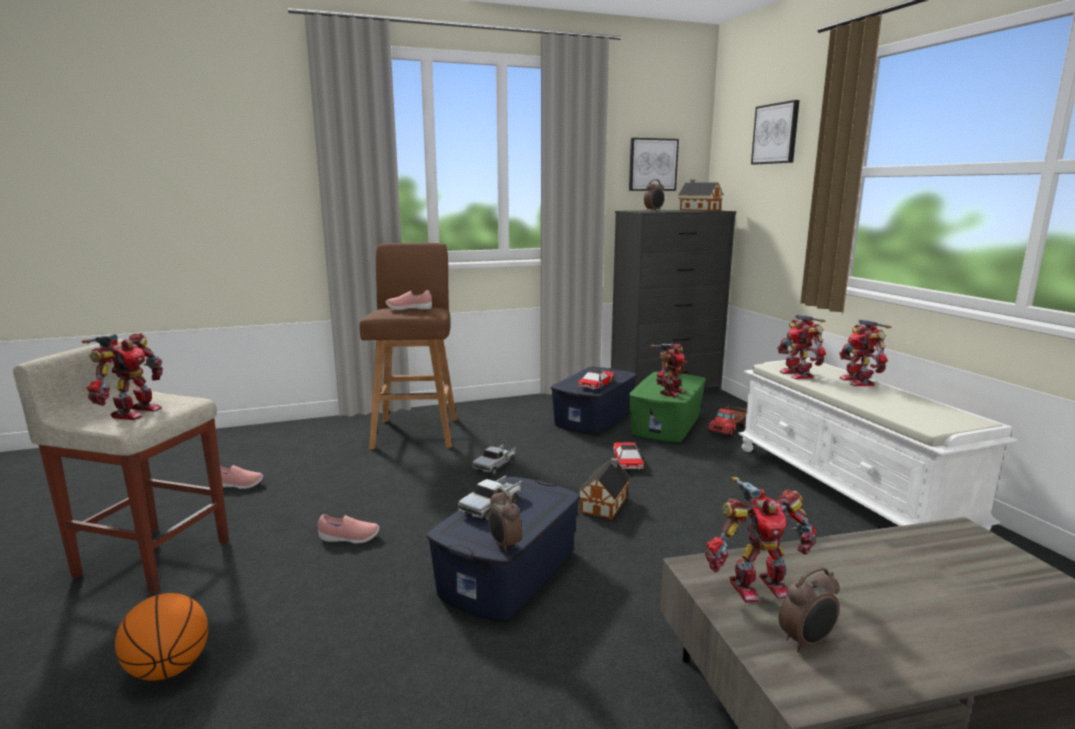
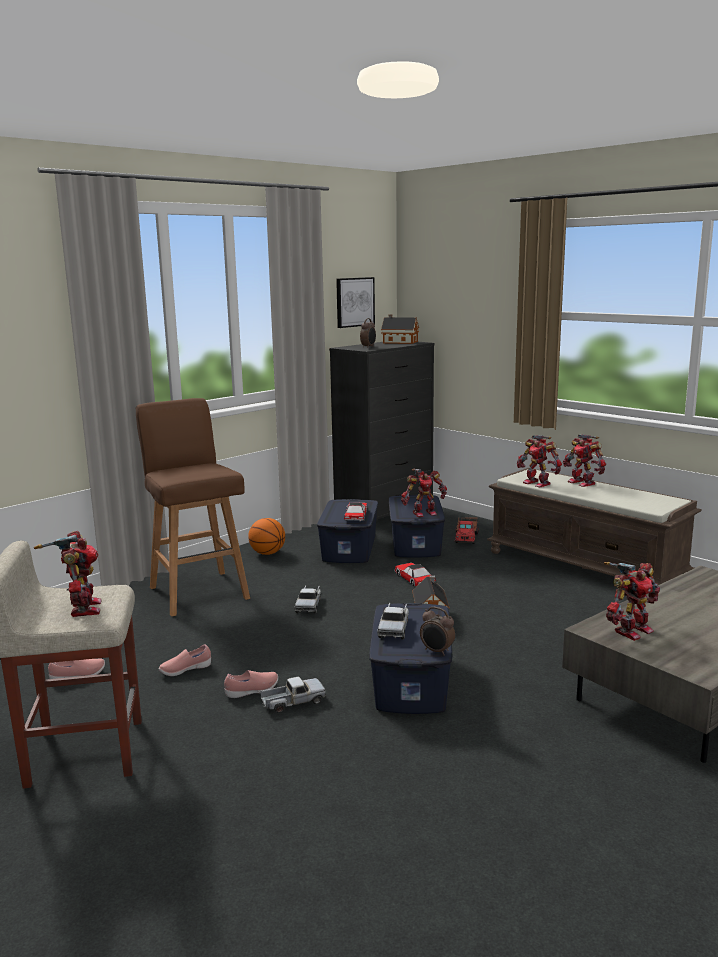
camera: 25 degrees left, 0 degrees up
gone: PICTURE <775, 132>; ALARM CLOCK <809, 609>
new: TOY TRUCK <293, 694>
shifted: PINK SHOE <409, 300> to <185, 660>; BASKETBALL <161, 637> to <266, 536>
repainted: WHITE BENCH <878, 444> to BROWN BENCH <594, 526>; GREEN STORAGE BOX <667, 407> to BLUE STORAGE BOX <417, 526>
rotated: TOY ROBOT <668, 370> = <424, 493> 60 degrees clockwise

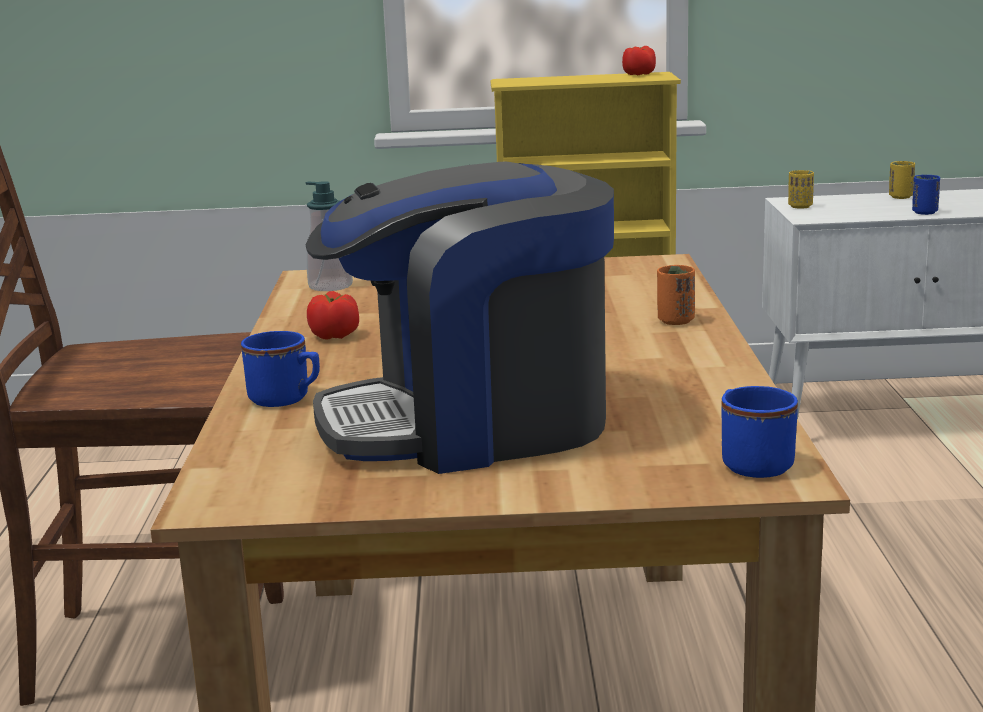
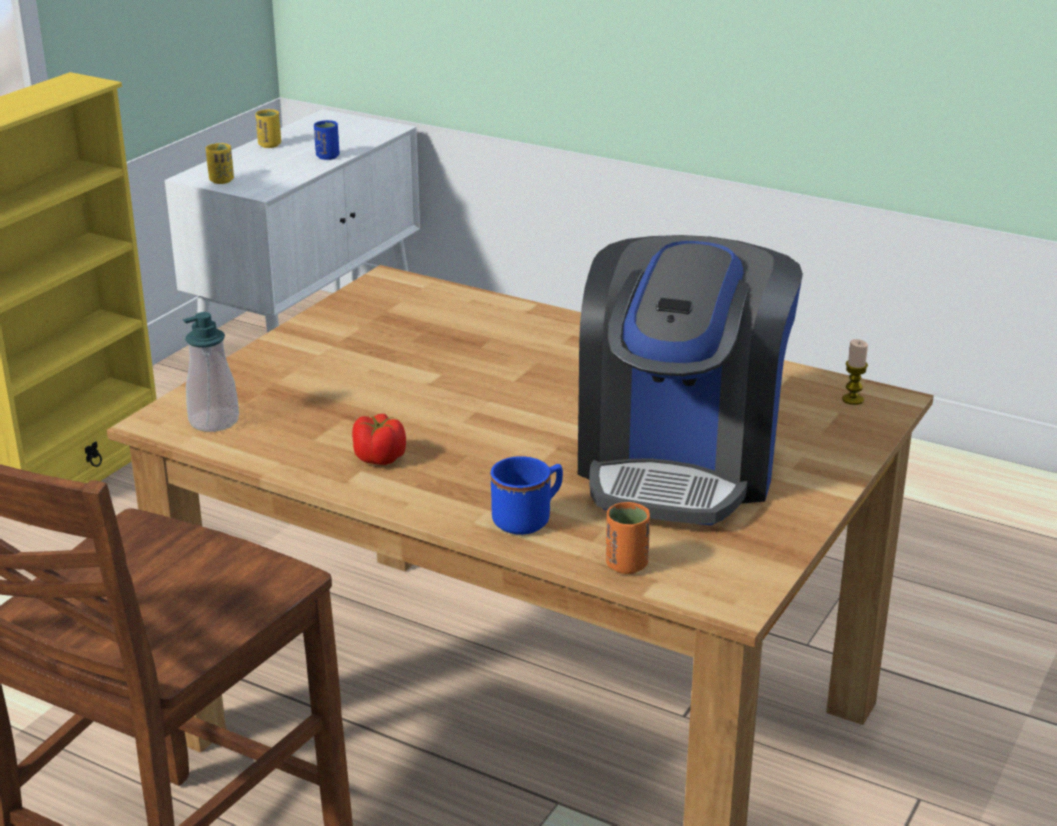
camera: 60 degrees left, 10 degrees up
gone: TOMATO <639, 60>
shifted: ORANGE CUP <676, 295> to <628, 538>
swapped: BLUE MUG <759, 432> to CANDLE <855, 372>

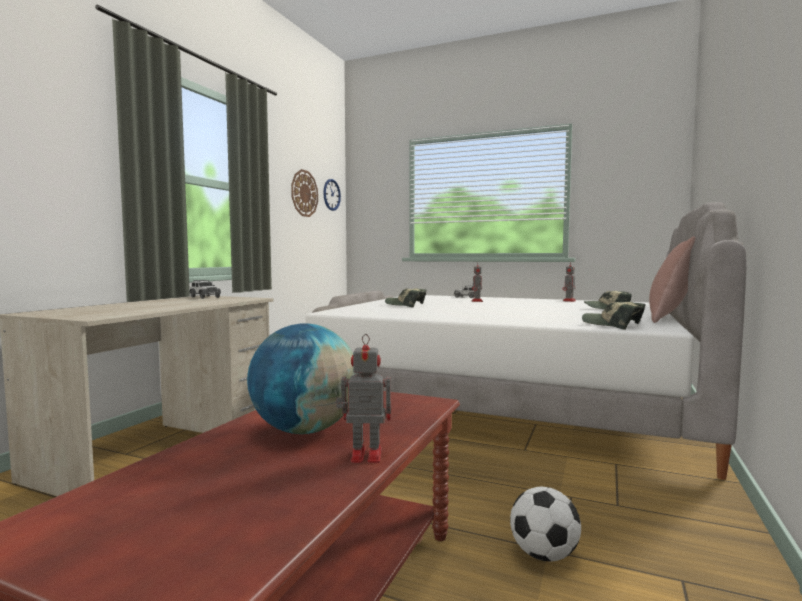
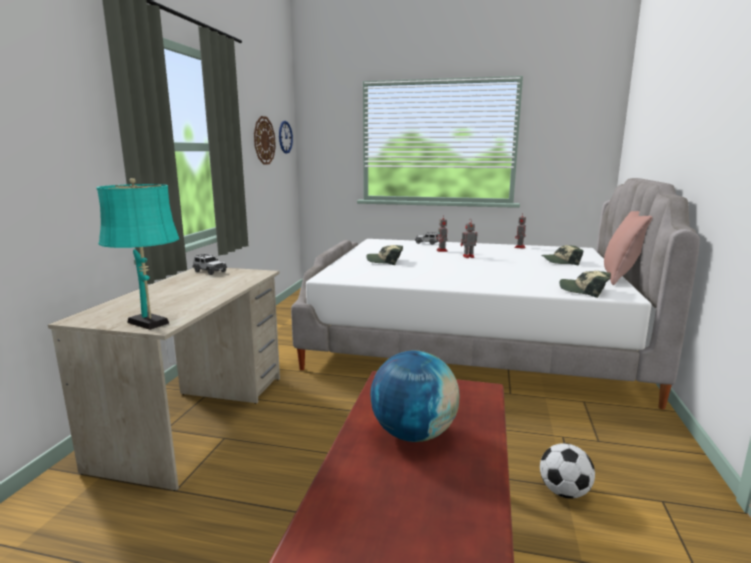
camera: 10 degrees left, 10 degrees up
new: TURQUOISE TABLE LAMP <138, 254>
shifted: TOY ROBOT <363, 398> to <469, 239>

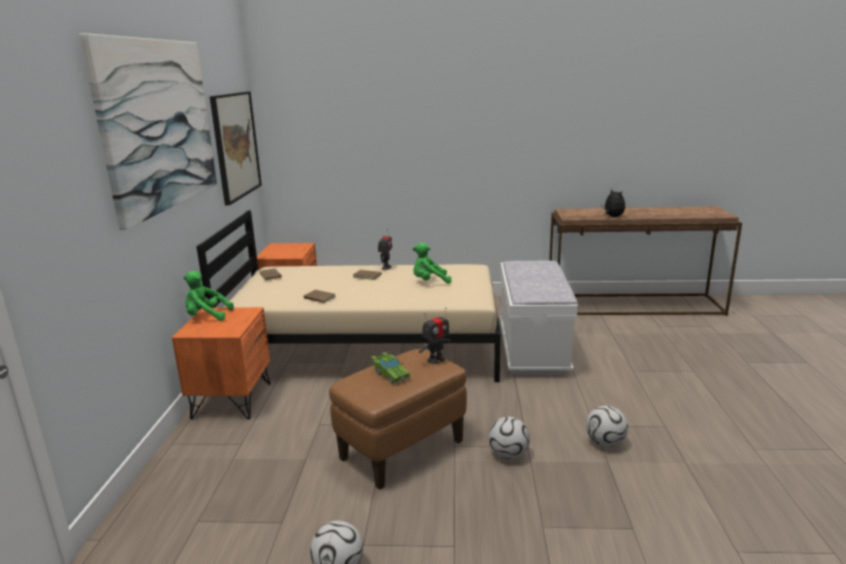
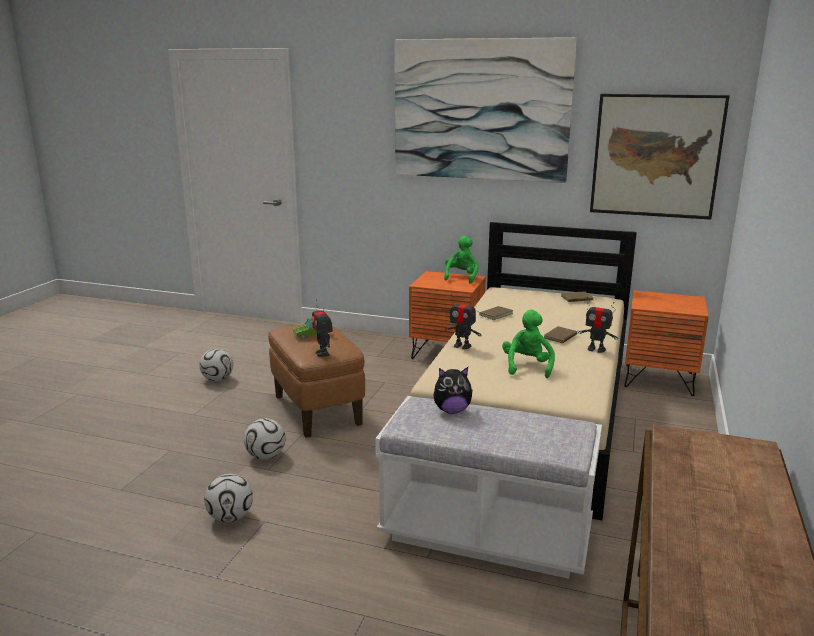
camera: 105 degrees right, 0 degrees up
new: TOY ROBOT <463, 321>
shifted: PLUSH TOY <613, 203> to <453, 390>

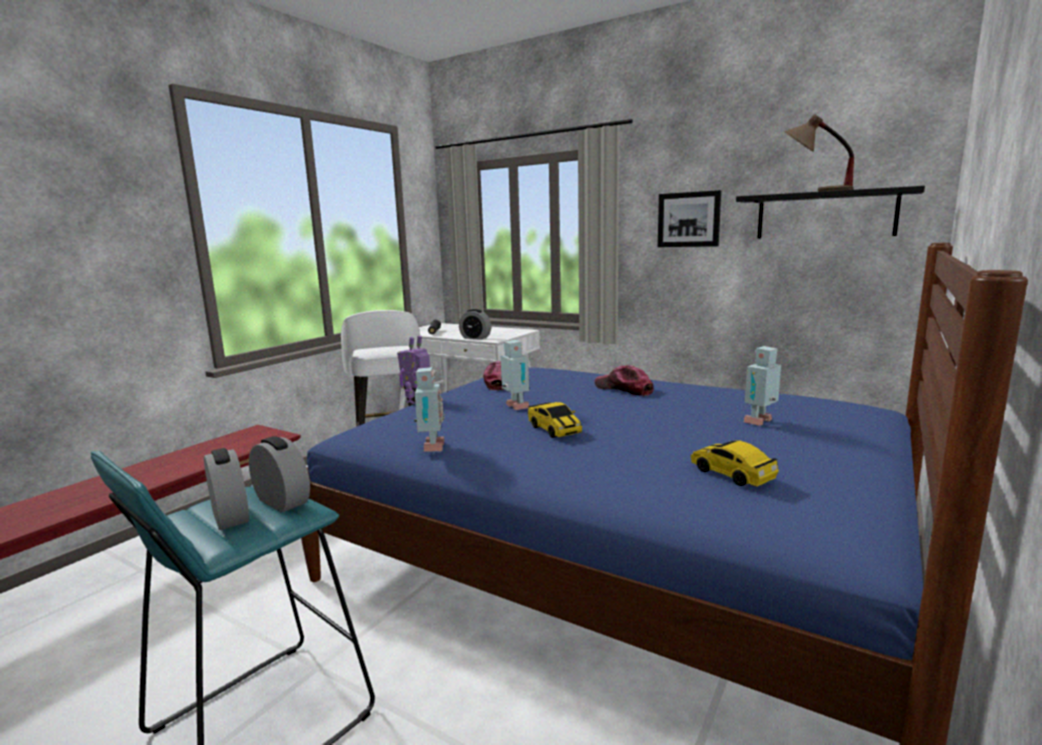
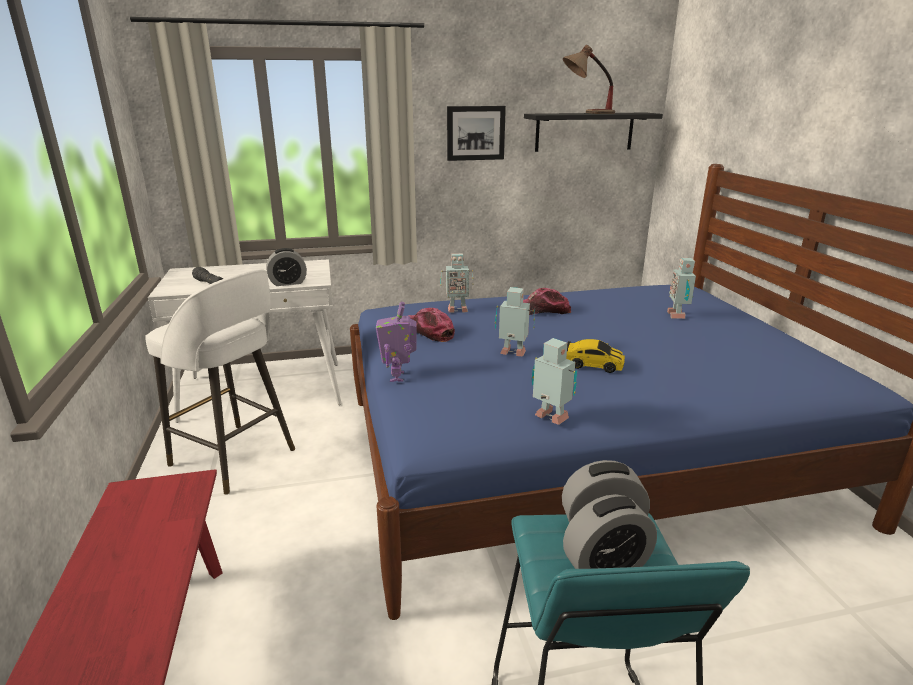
camera: 45 degrees left, 10 degrees up
gone: TOY CAR <735, 463>
new: TOY ROBOT <457, 283>
rotated: ALARM CLOCK <226, 489> = <610, 531> 150 degrees clockwise

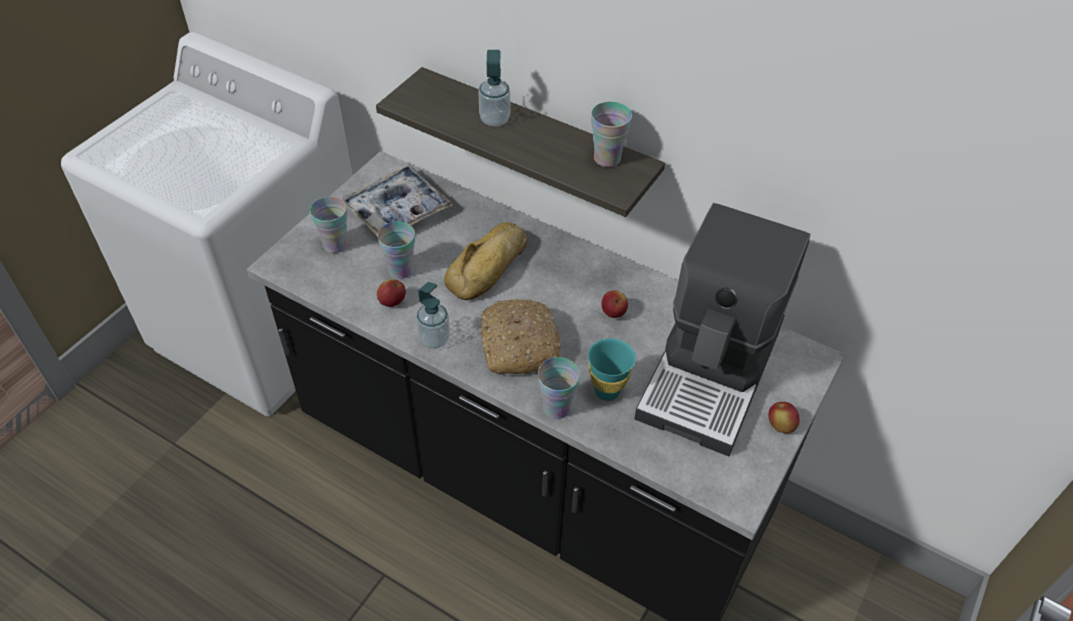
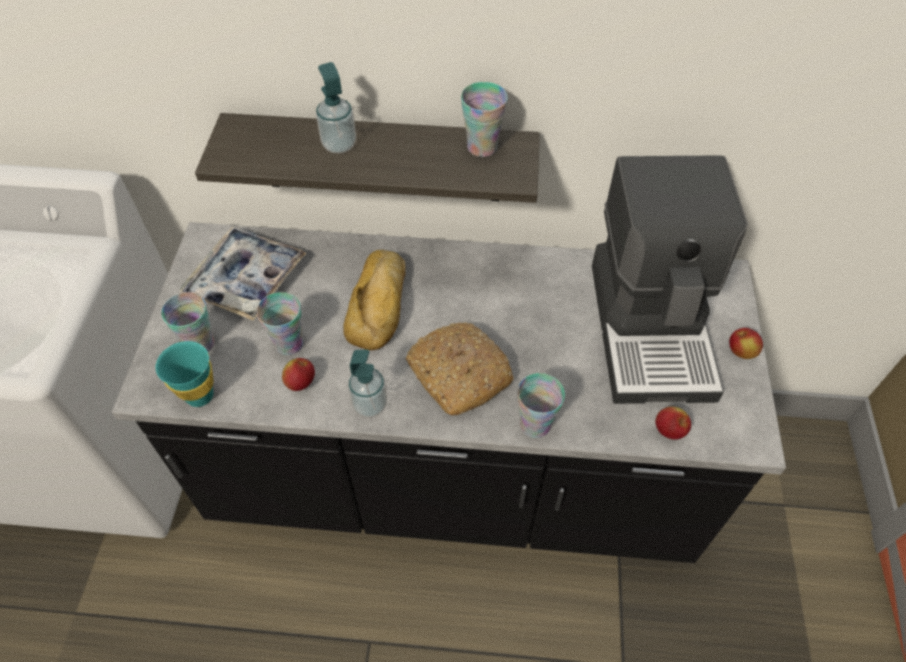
camera: 25 degrees left, 5 degrees up
shifted: APPLE <614, 304> to <673, 423>; TURQUOISE CUP <612, 369> to <185, 374>

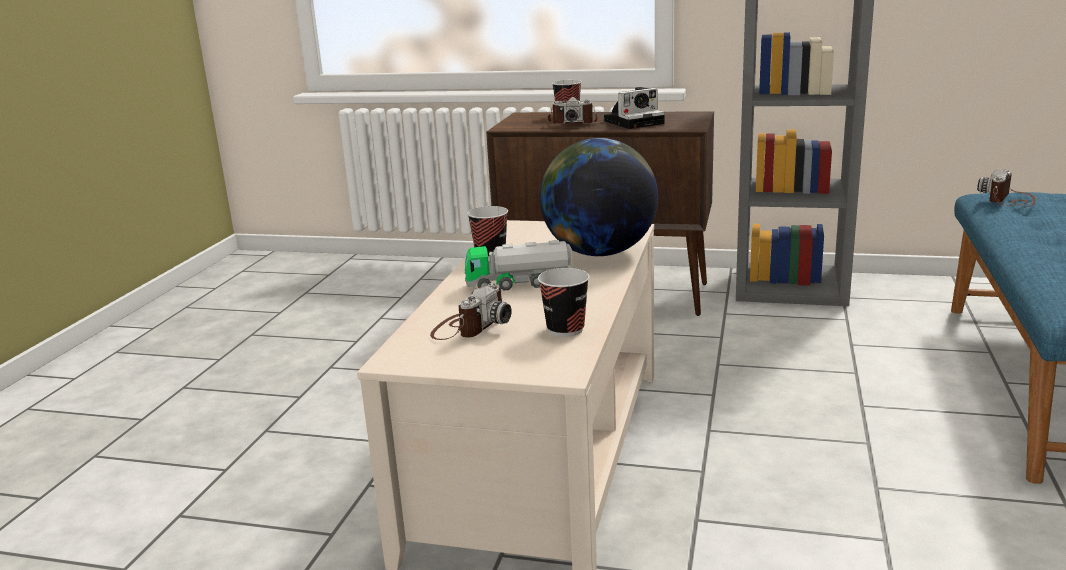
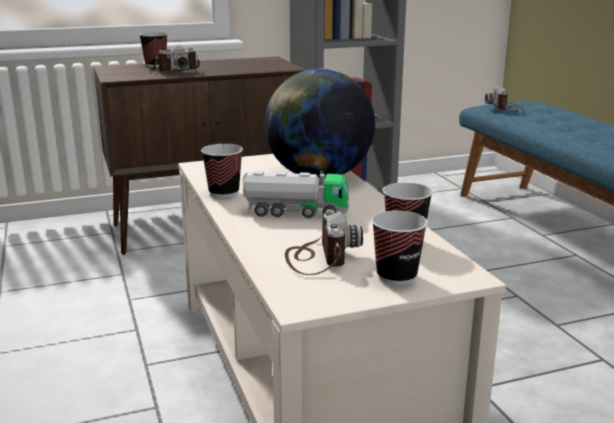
camera: 35 degrees left, 0 degrees up
gone: PHOTO CAMERA <634, 108>
new: CUP <400, 247>
rotated: TOY TRUCK <519, 265> = <296, 194> 135 degrees counterclockwise

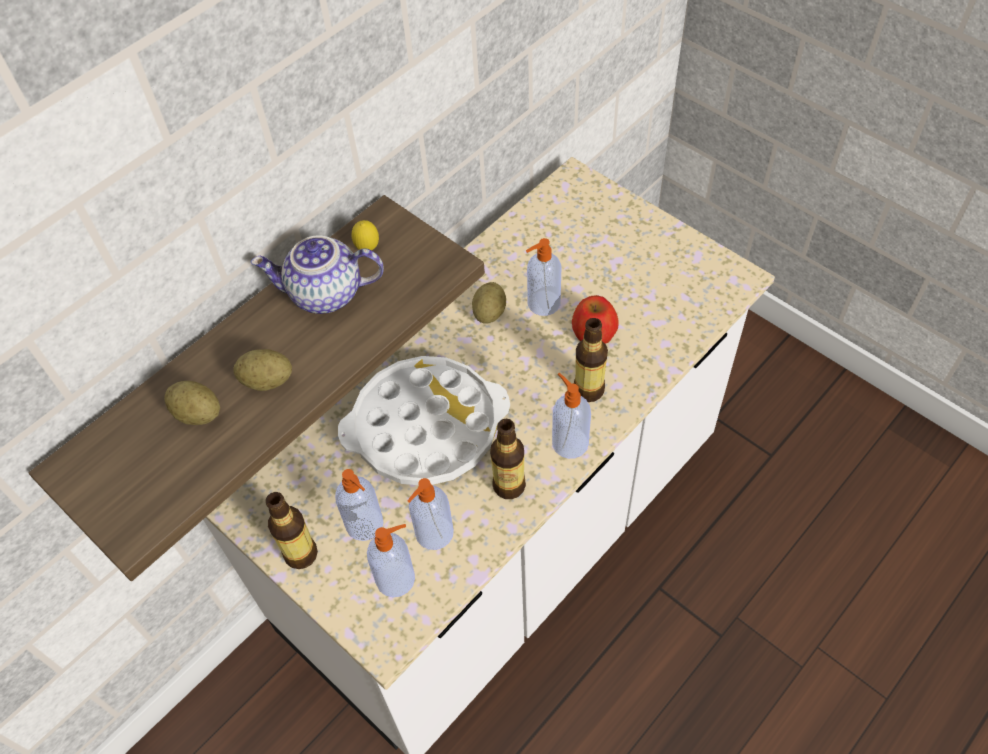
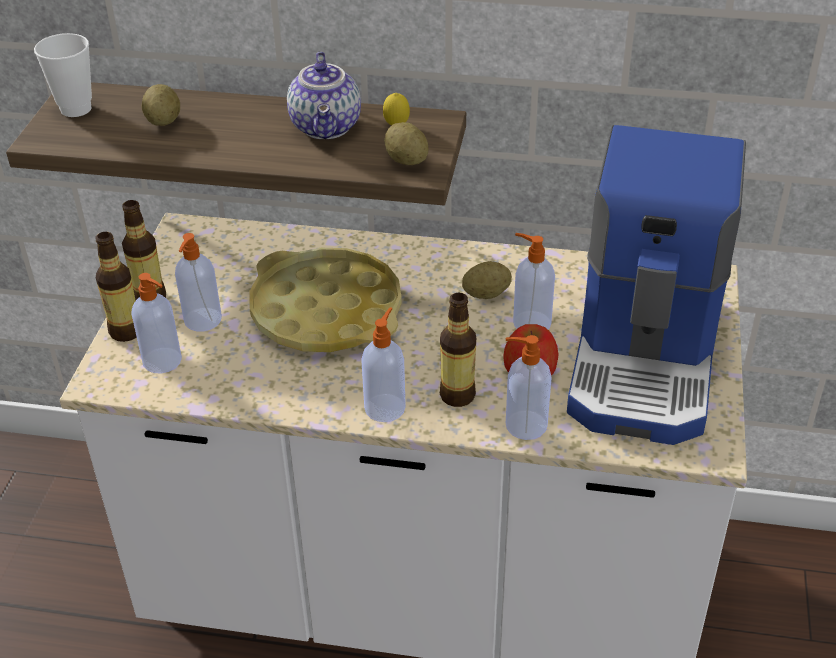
camera: 55 degrees right, 15 degrees down
new: CUP <63, 75>; COFFEE MACHINE <656, 285>
shifted: POTATO <262, 370> to <406, 143>; BOTTLE <508, 459> to <116, 287>; SOAP DISPENSER <431, 514> to <529, 387>
repainted: WHITE TRAY <424, 420> to YELLOW TRAY <325, 300>
rotated: TEAPOT <317, 274> = <324, 95> 150 degrees counterclockwise

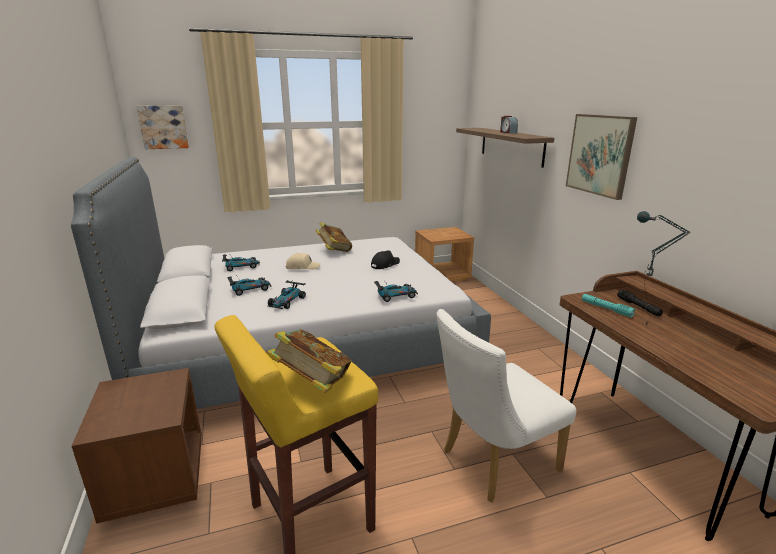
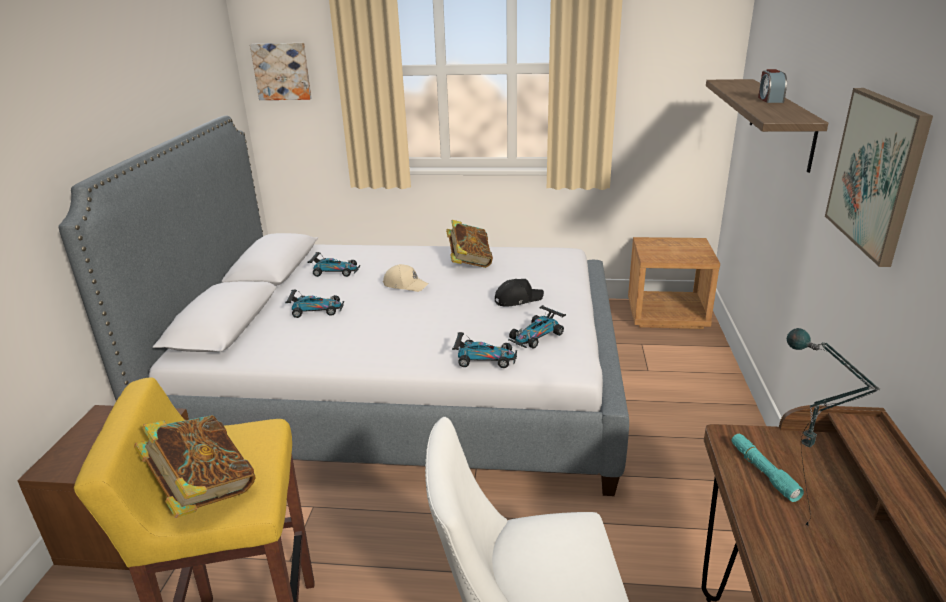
camera: 25 degrees right, 5 degrees up
gone: BLACK FLASHLIGHT <640, 303>
shifted: TOY CAR <287, 294> to <537, 327>

